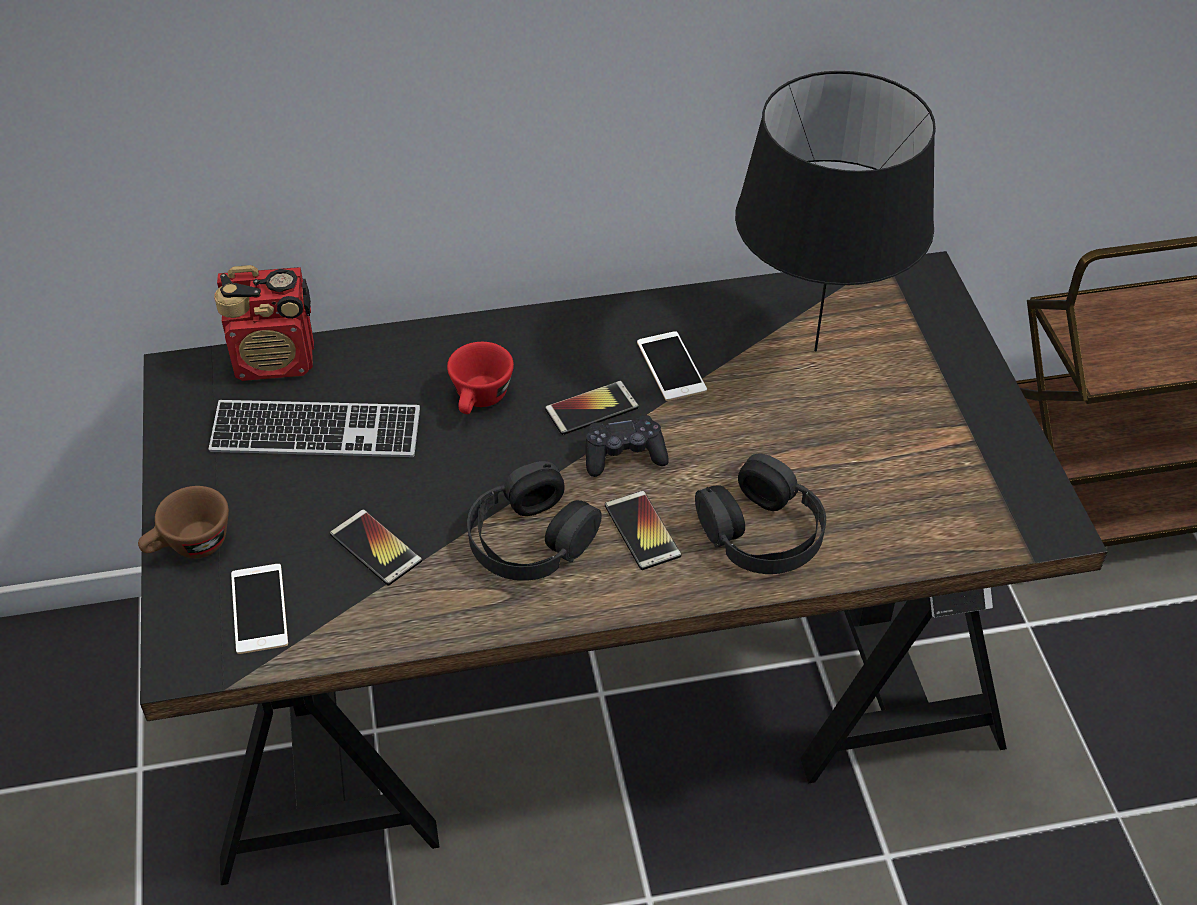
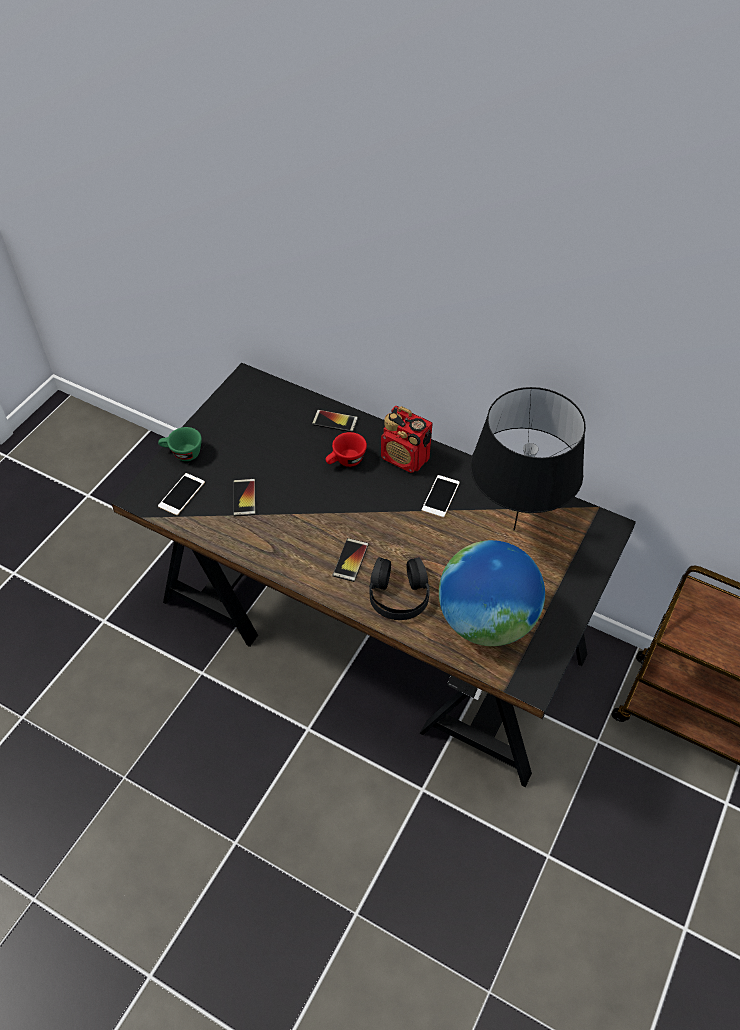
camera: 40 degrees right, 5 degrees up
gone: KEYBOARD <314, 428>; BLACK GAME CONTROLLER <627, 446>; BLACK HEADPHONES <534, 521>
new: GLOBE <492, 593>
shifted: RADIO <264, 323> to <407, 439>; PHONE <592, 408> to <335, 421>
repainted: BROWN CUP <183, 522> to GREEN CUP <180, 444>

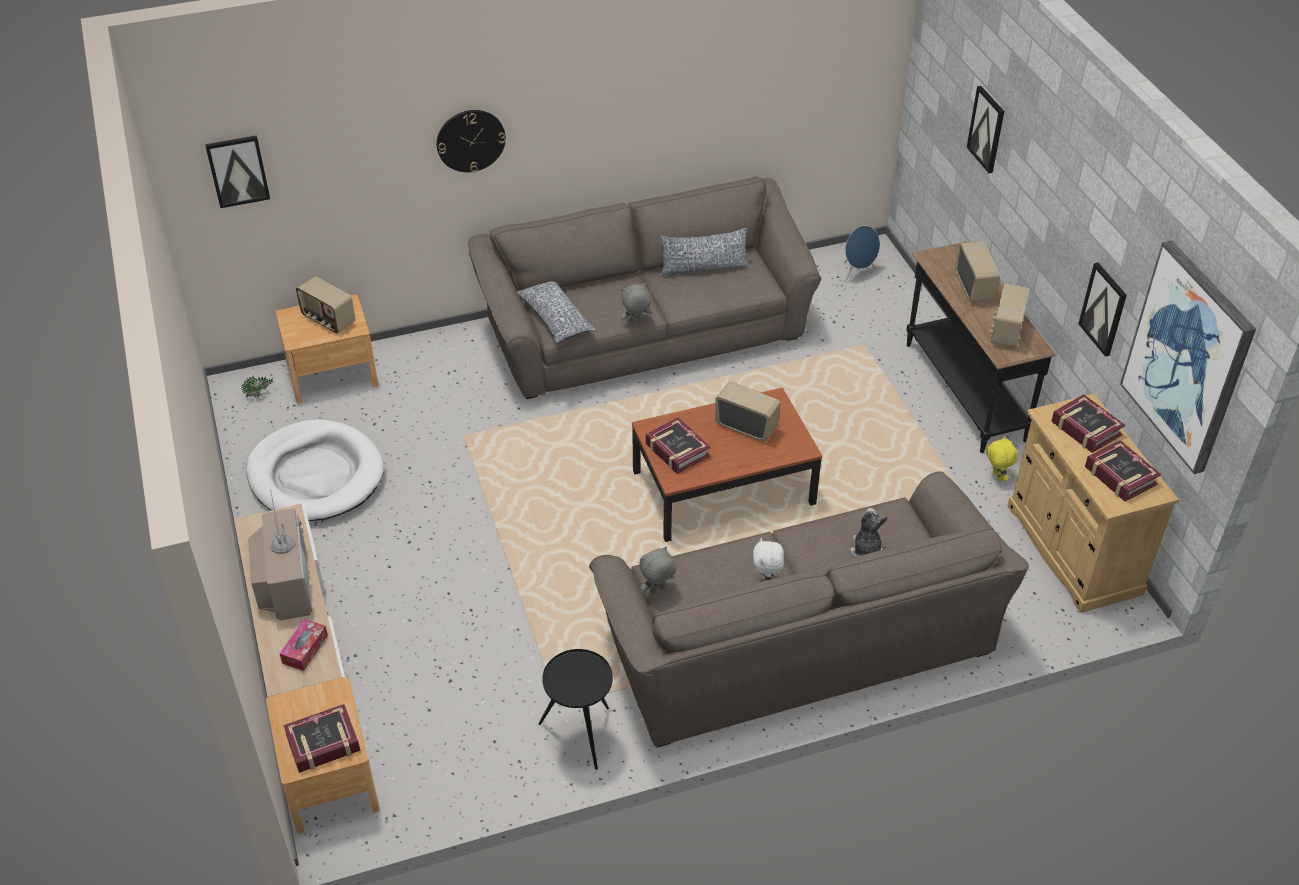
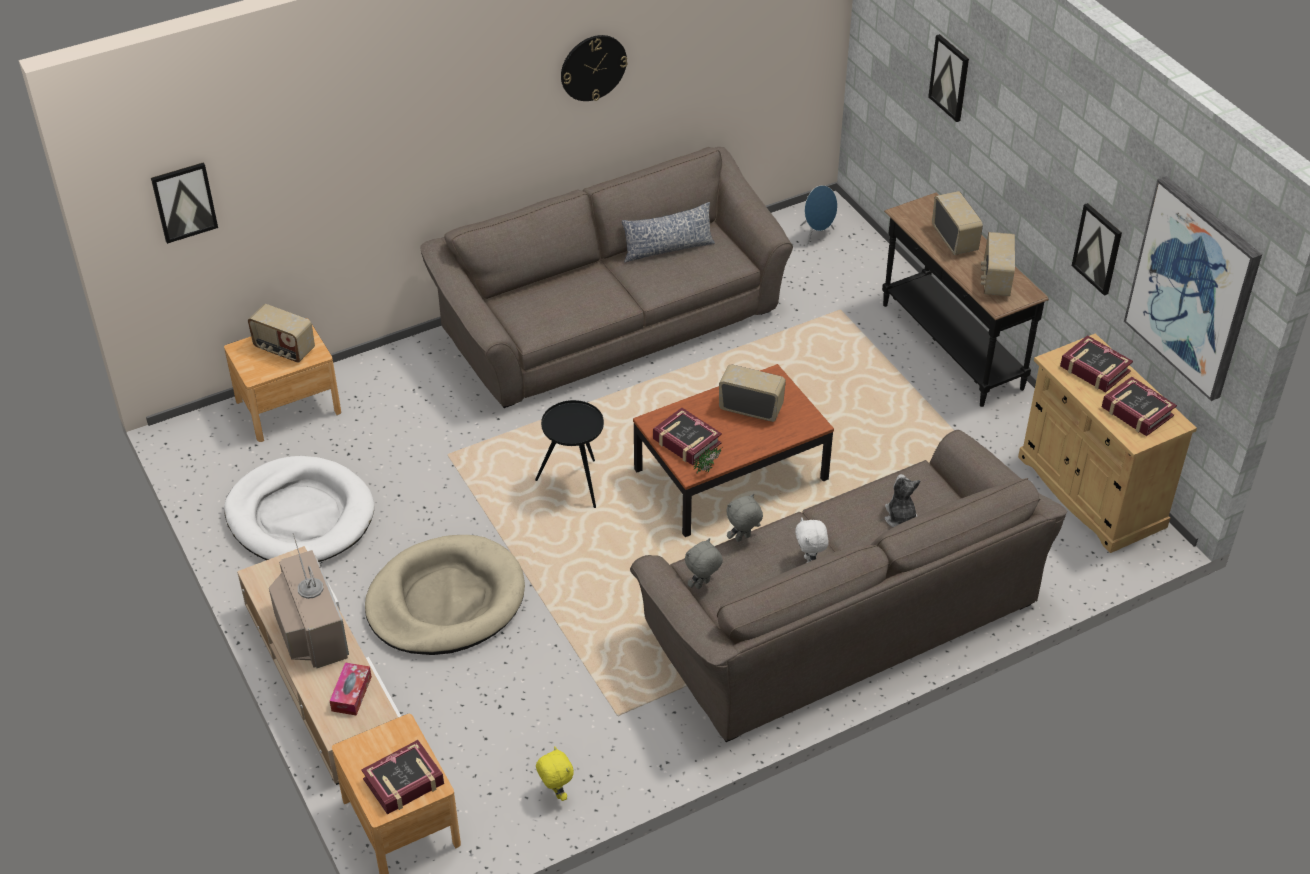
camera: 10 degrees left, 0 degrees up
gone: PILLOW <556, 312>
new: BEIGE DOG BED <445, 595>
shifted: WALL CLOCK <471, 141> to <594, 68>; GREY PLUSH TOY <636, 304> to <744, 518>; POTTED PLANT <257, 387> to <708, 460>; YELLOW PLUSH TOY <1002, 458> to <555, 773>; BLACK SIDE TABLE <575, 709> to <569, 454>

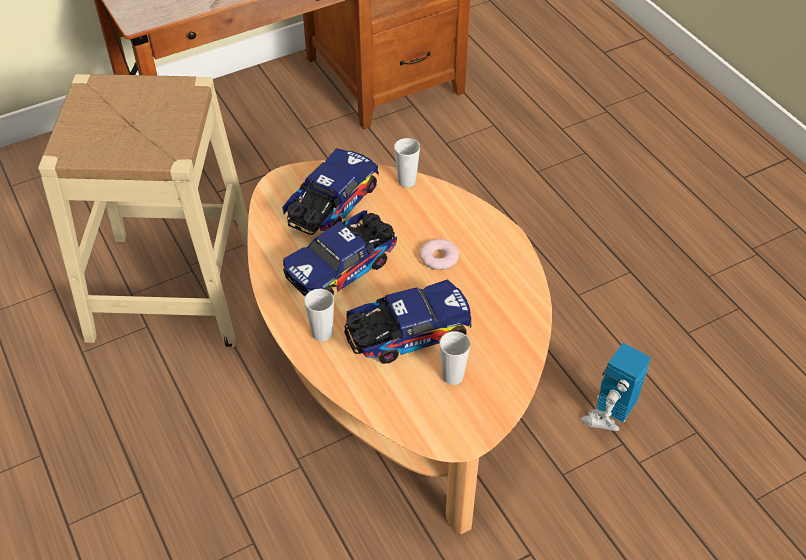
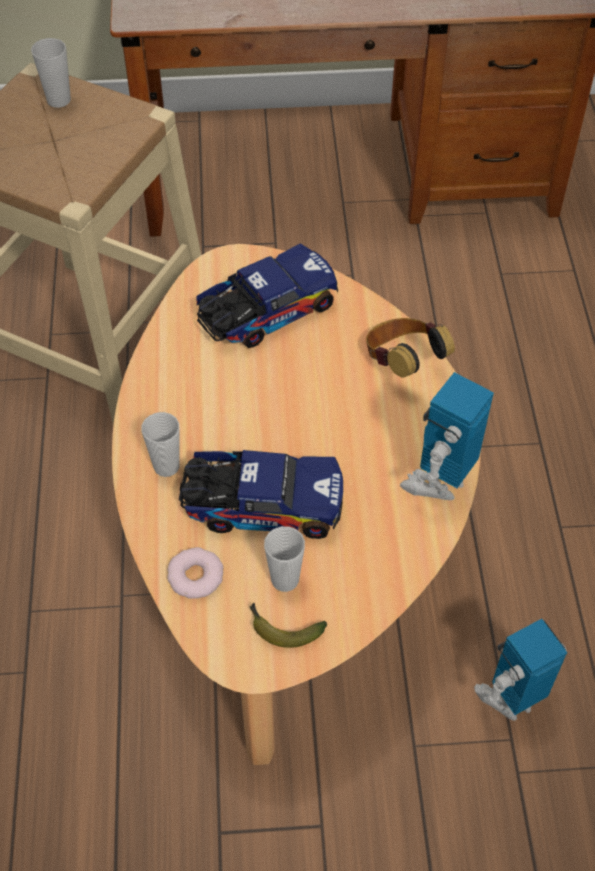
camera: 25 degrees right, 5 degrees up
gone: TOY TRUCK <340, 253>
new: HEADPHONES <410, 347>; TOY ROBOT <447, 436>; BANANA <288, 625>
shifted: CUP <407, 162> to <51, 73>; DONUT <439, 254> to <195, 573>

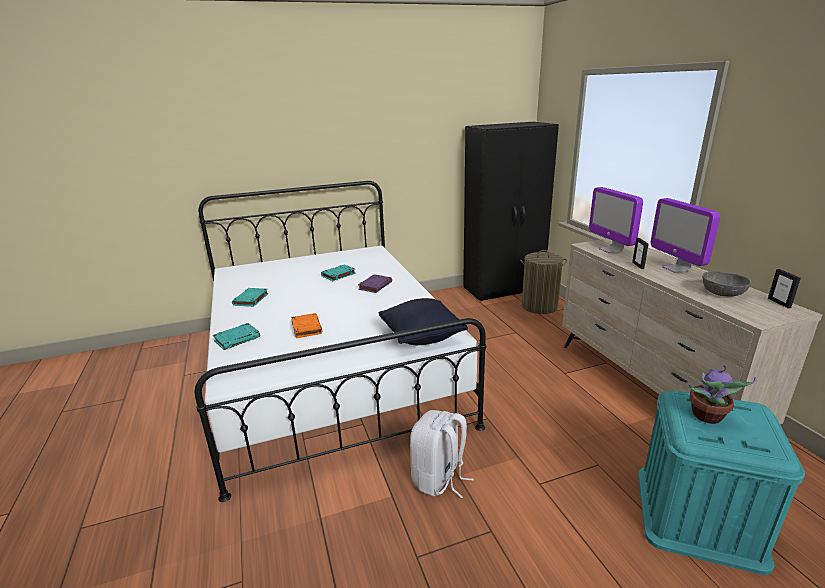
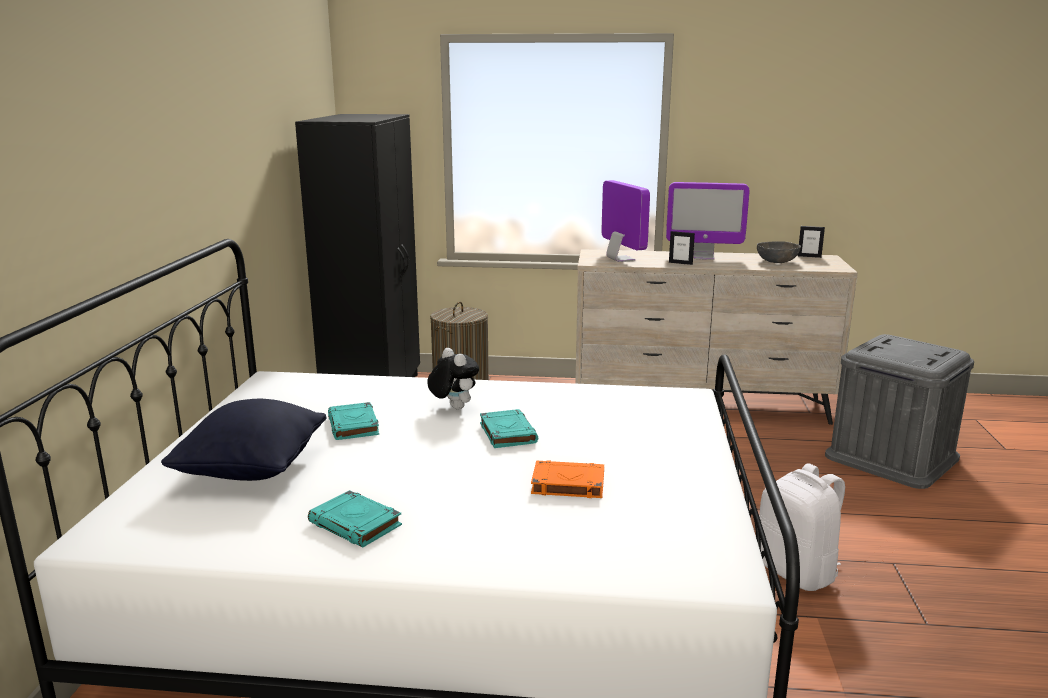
camera: 65 degrees left, 5 degrees down
gone: POTTED PLANT <723, 394>
shifted: BLACK PILLOW <423, 321> to <244, 440>; TURQUOISE BOOK <236, 336> to <509, 428>
swapped: PURPLE BOOK <375, 283> to PLUSH TOY <453, 378>
repainted: TURQUOISE STORAGE BOX <721, 482> to GREY STORAGE BOX <899, 411>
rotated: MONITOR <616, 220> = <625, 221> 120 degrees counterclockwise

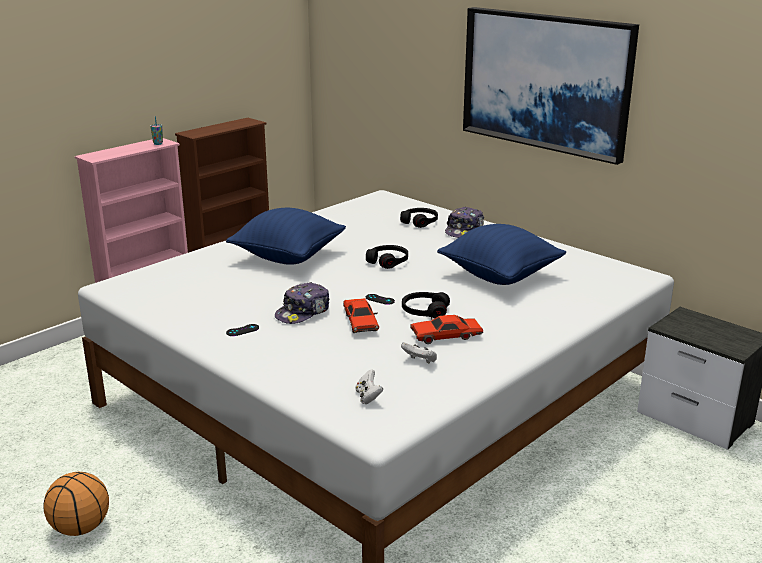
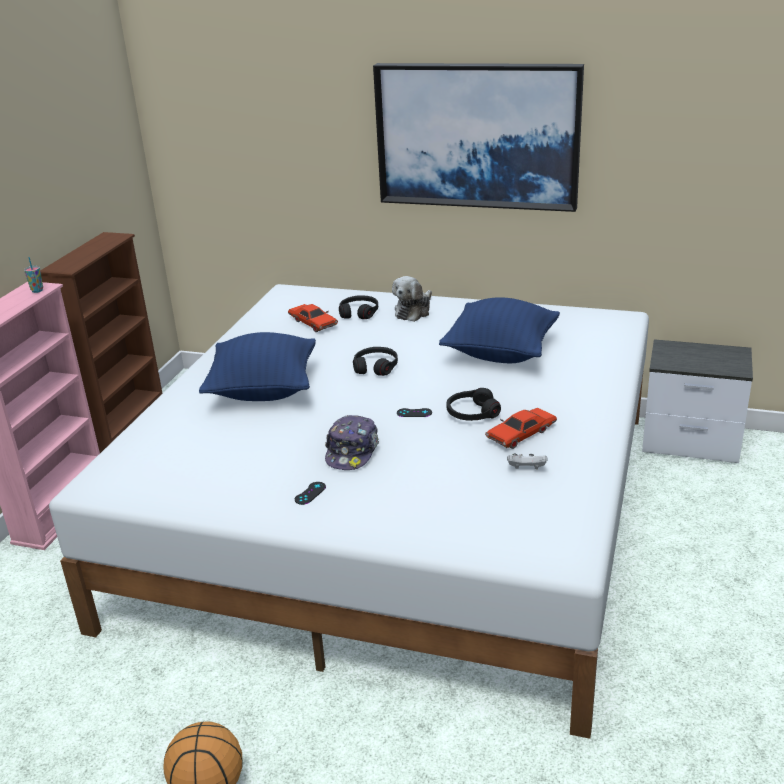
camera: 25 degrees left, 5 degrees up
gone: WHITE GAME CONTROLLER <369, 386>
shifted: RED TOY CAR <361, 315> to <313, 318>
swapped: CAP <464, 222> to PLUSH TOY <412, 299>

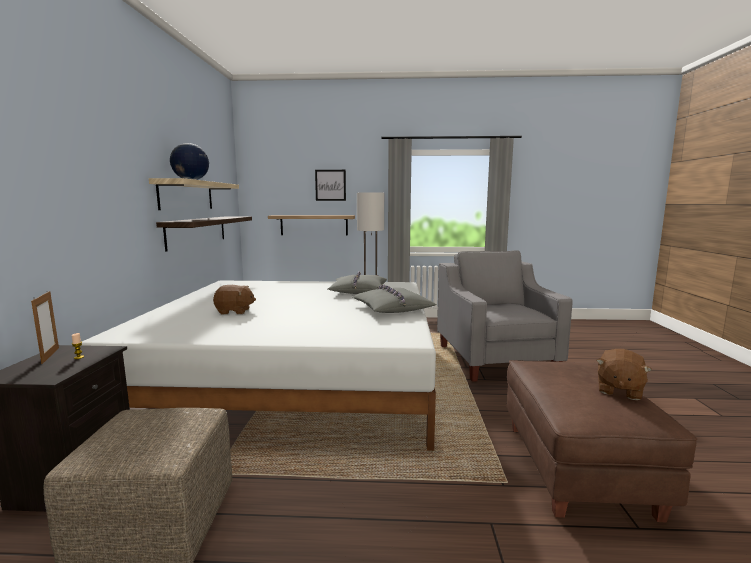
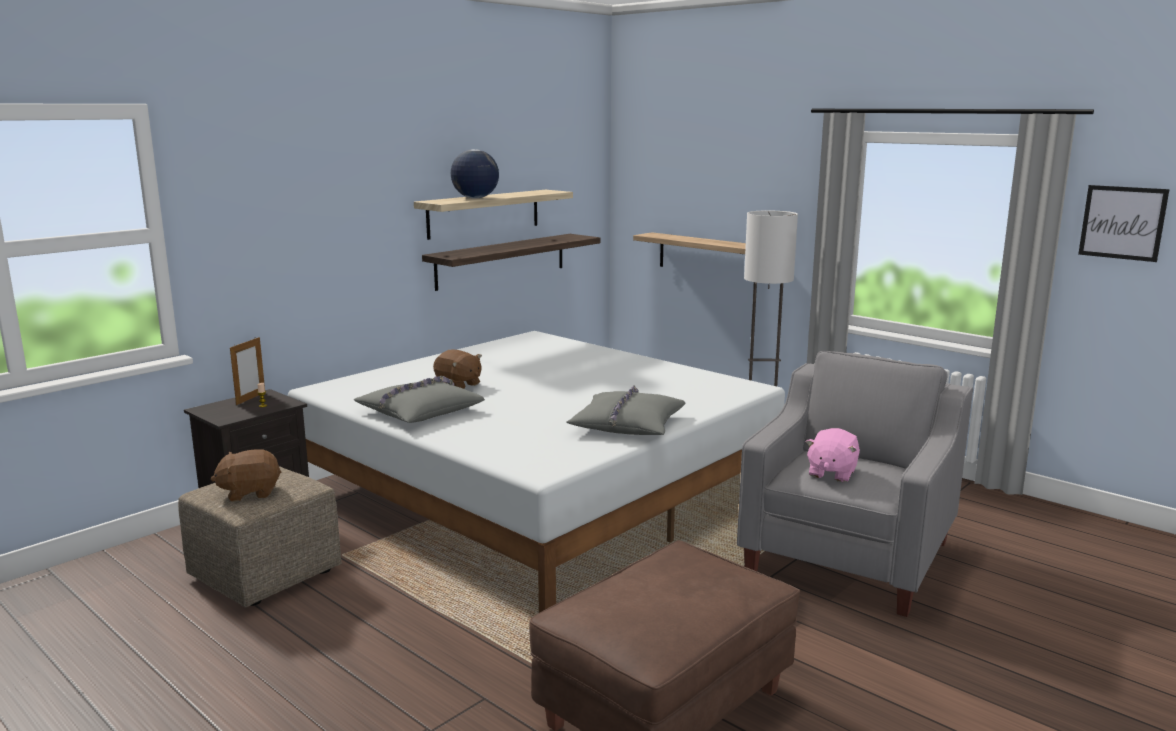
camera: 40 degrees right, 5 degrees up
new: PINK PLUSH TOY <832, 455>
shifted: PICTURE <330, 185> to <1124, 223>; GREY PILLOW <357, 282> to <419, 399>; BROWN PLUSH TOY <624, 374> to <246, 475>

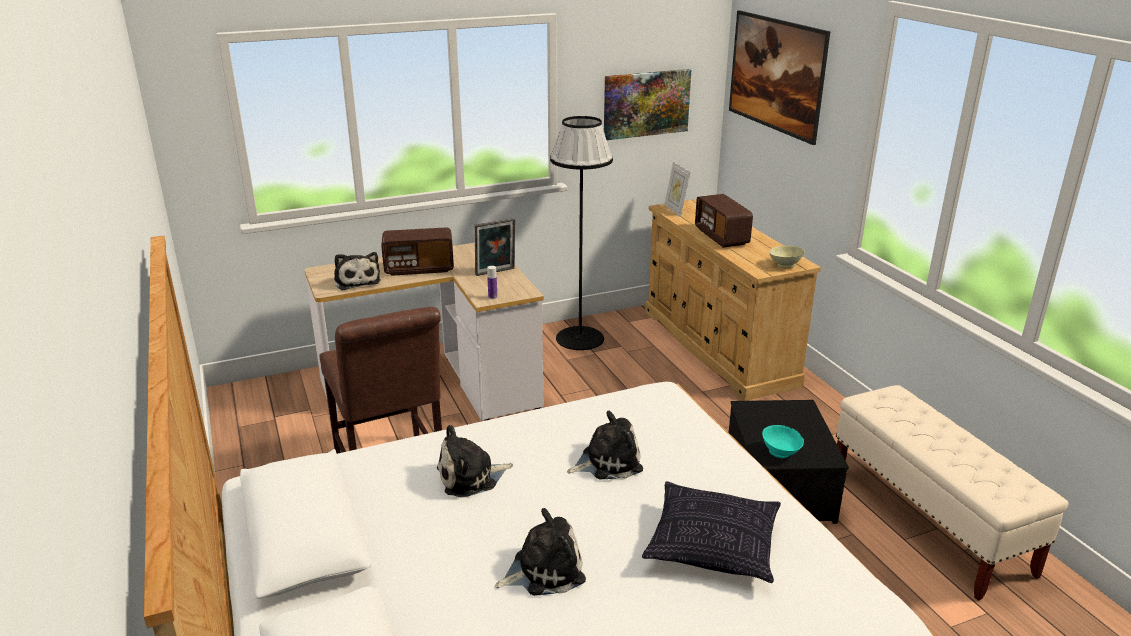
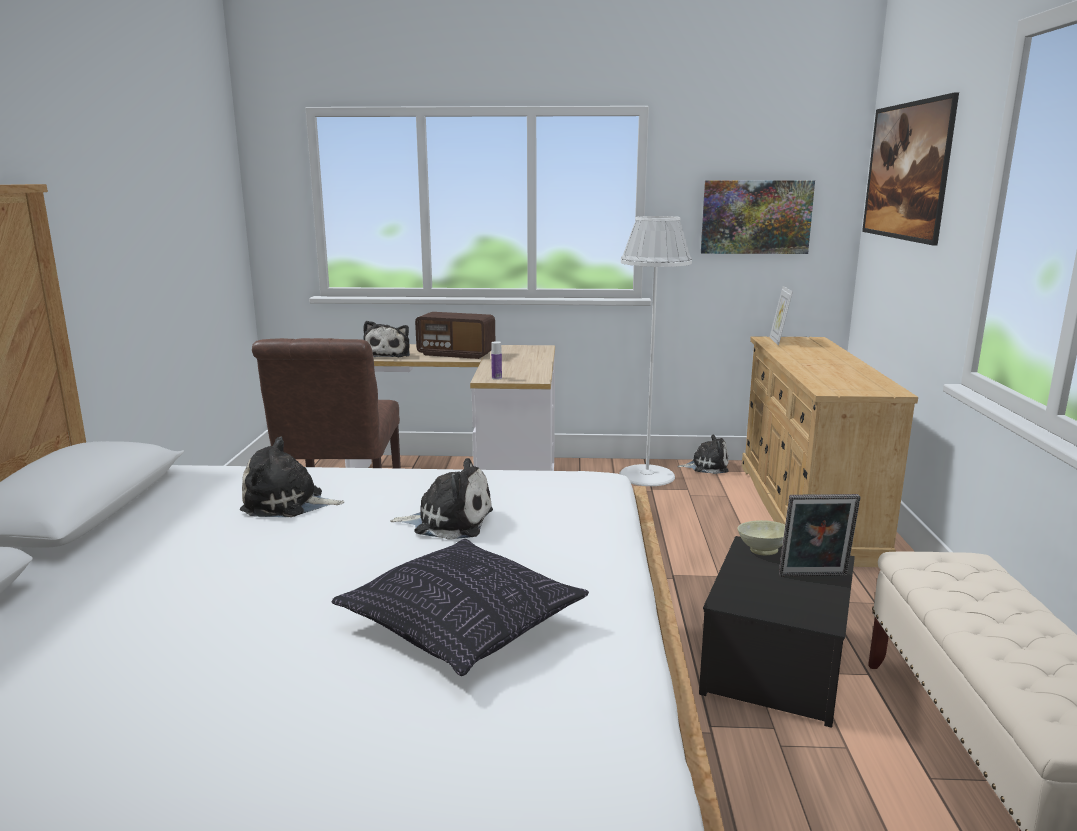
camera: 25 degrees right, 10 degrees down
gone: RADIO <724, 221>; TURQUOISE BOWL <783, 441>
shifted: PICTURE FRAME <495, 247> to <819, 535>; BEIGE BOWL <787, 257> to <761, 537>; PLUSH TOY <540, 552> to <703, 454>
repainted: BLACK FLOOR LAMP <581, 233> to WHITE FLOOR LAMP <655, 351>

